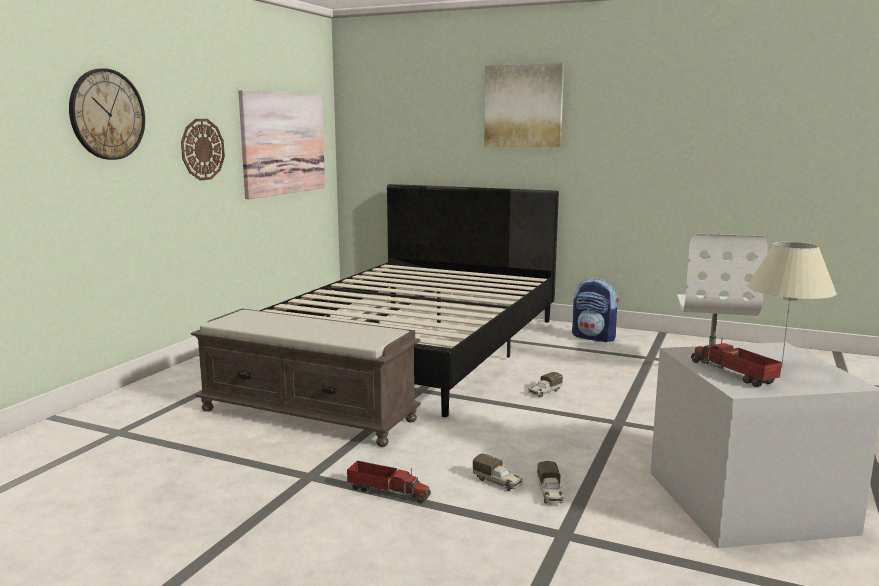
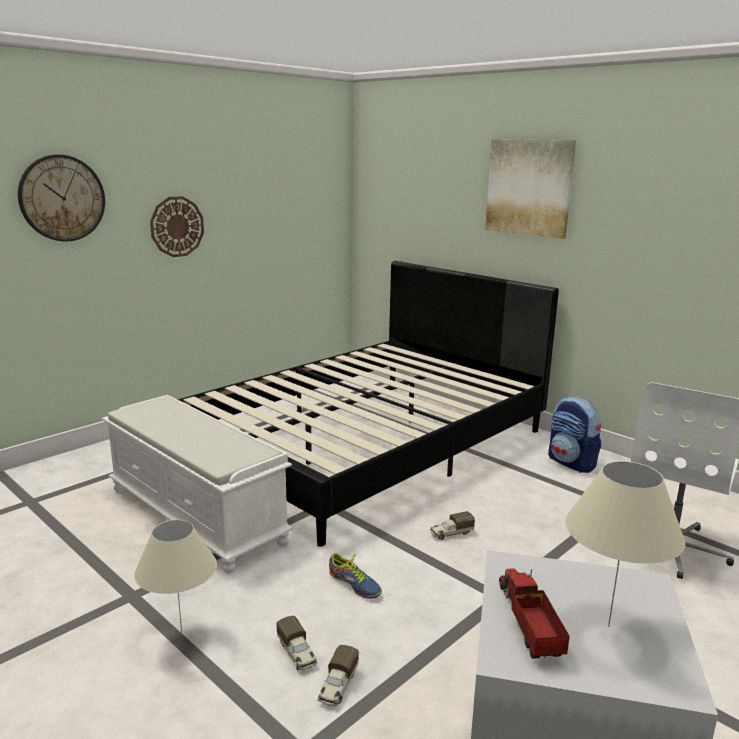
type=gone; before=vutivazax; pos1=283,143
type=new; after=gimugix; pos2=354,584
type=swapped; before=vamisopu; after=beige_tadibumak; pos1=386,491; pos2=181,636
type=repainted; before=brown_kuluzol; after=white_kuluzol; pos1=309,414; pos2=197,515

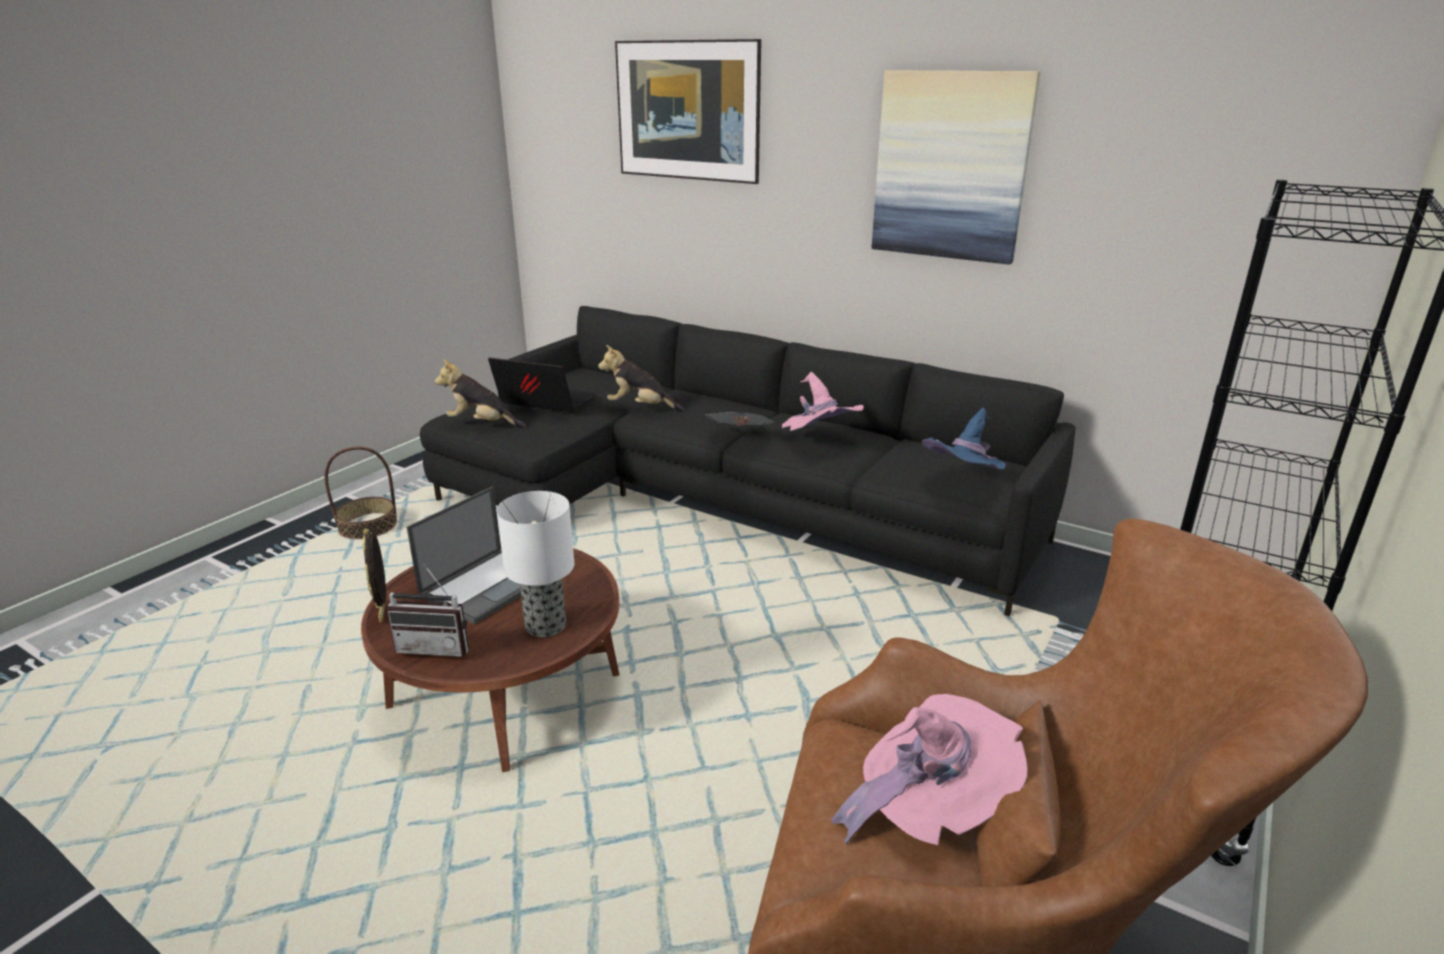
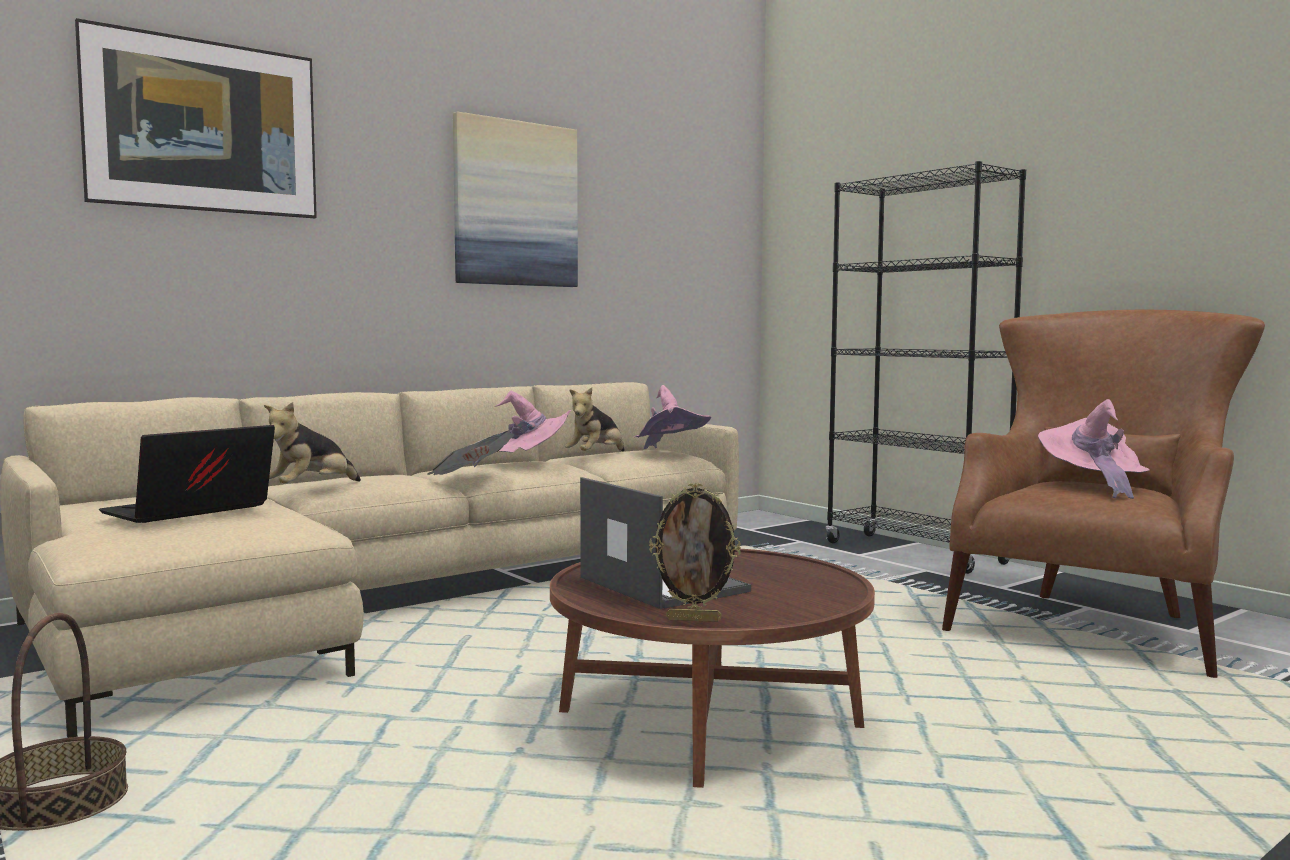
type=gone; before=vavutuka; pos1=437,646
type=gone; before=tadibumak; pos1=544,626
type=shifted; before=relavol; pos1=482,424; pos2=596,456
type=repainted; before=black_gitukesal; after=beige_gitukesal; pos1=718,501; pos2=398,597
type=repainted; before=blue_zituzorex; after=pink_zituzorex; pos1=964,483; pos2=669,454

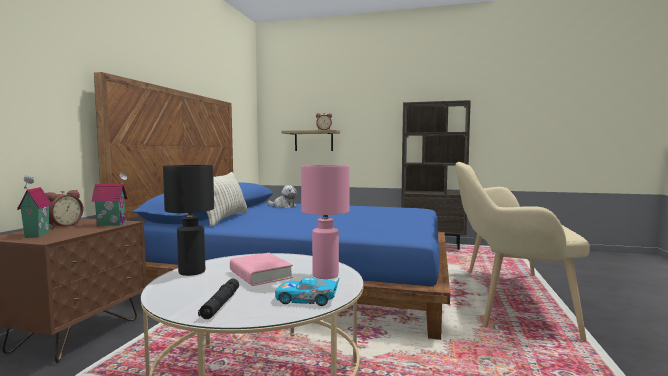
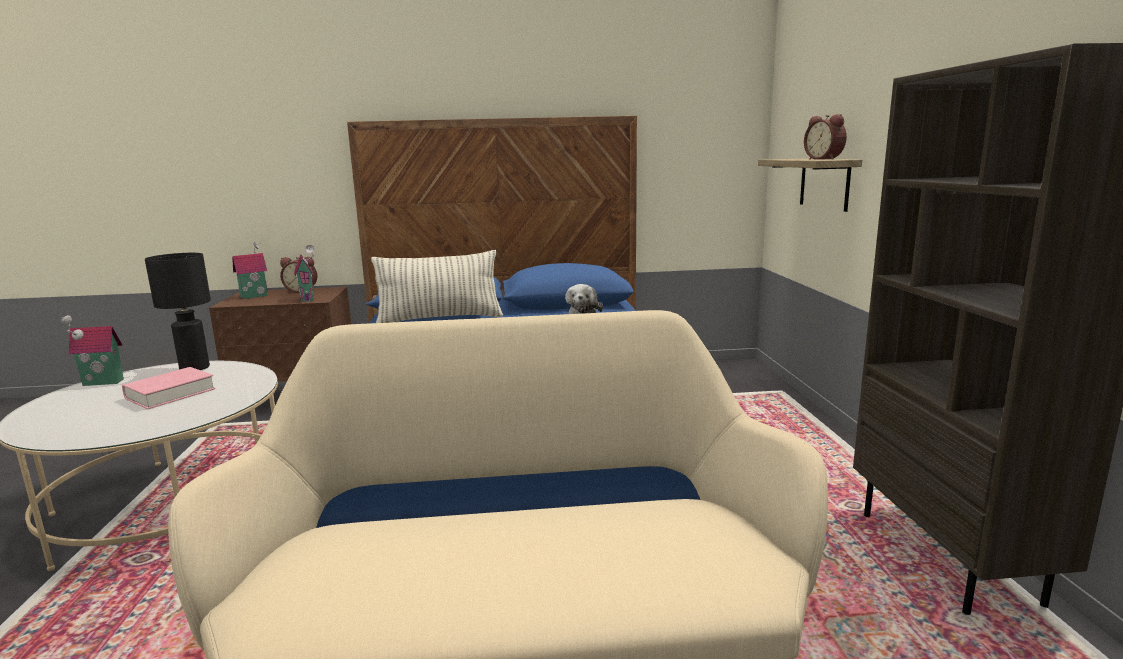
type=gone; before=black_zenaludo; pos1=220,304
type=gone; before=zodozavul; pos1=307,299
type=gone; before=pink_tadibumak; pos1=324,275
type=new; after=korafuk; pos2=101,383

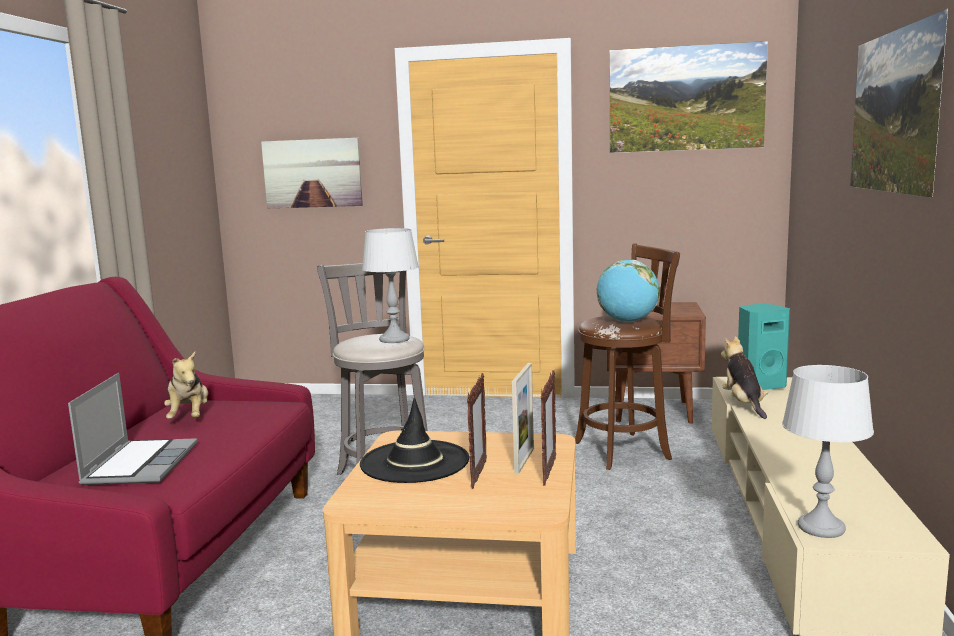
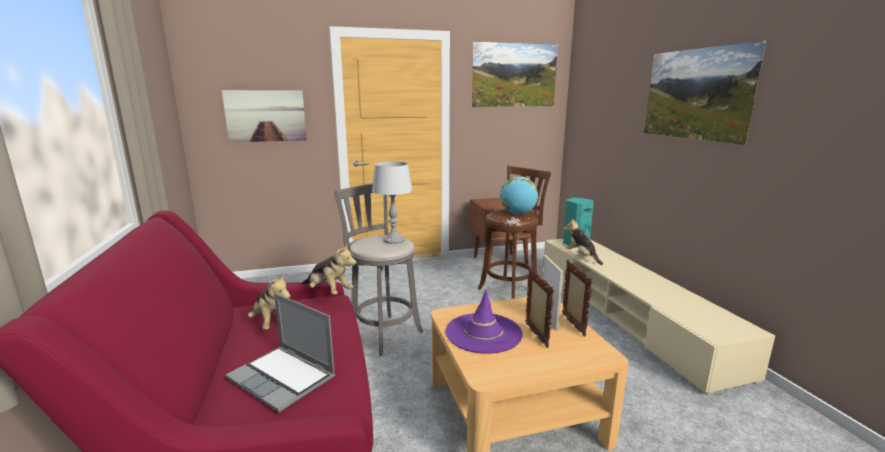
type=gone; before=grey_tadibumak; pos1=820,527
type=new; after=relavol; pos2=329,292
type=repainted; before=black_zituzorex; after=purple_zituzorex; pos1=414,462; pos2=483,333
type=rotated; before=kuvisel; pos1=140,464; pos2=283,378; turn=150

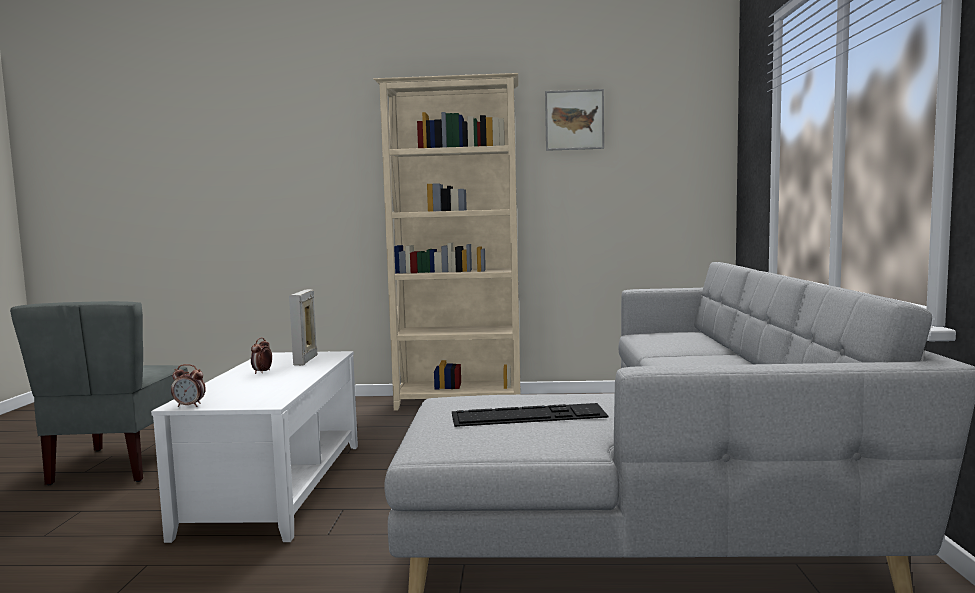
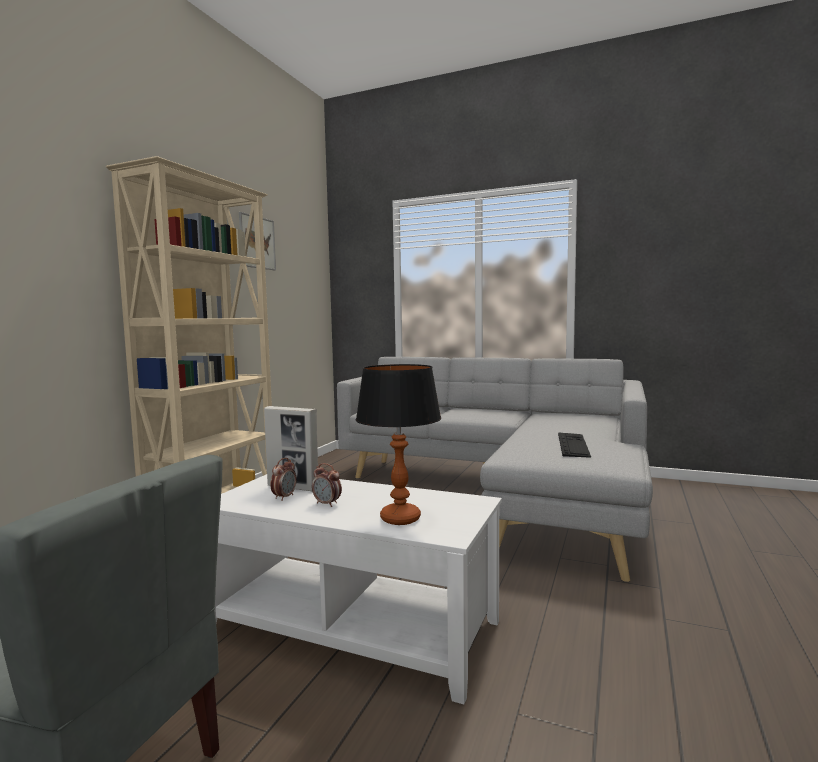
type=new; after=tadibumak; pos2=401,518
type=shifted; before=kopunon; pos1=190,406; pos2=284,497

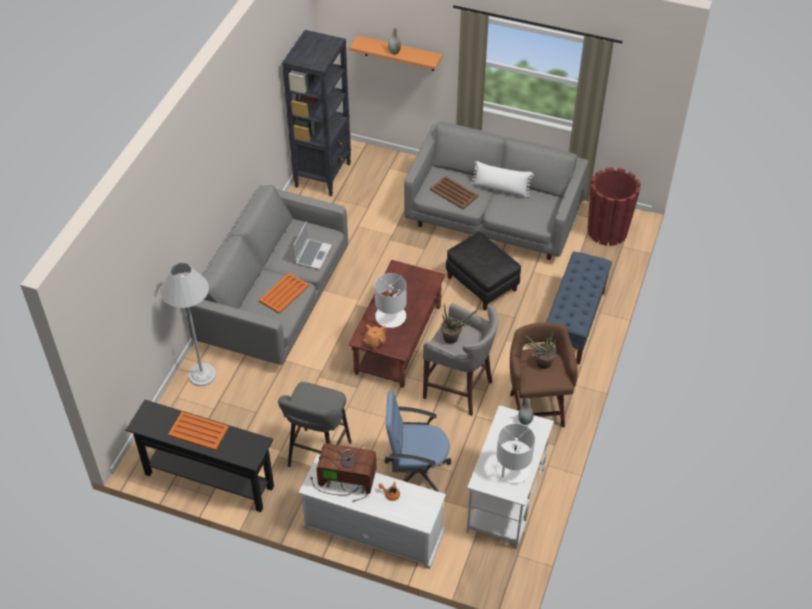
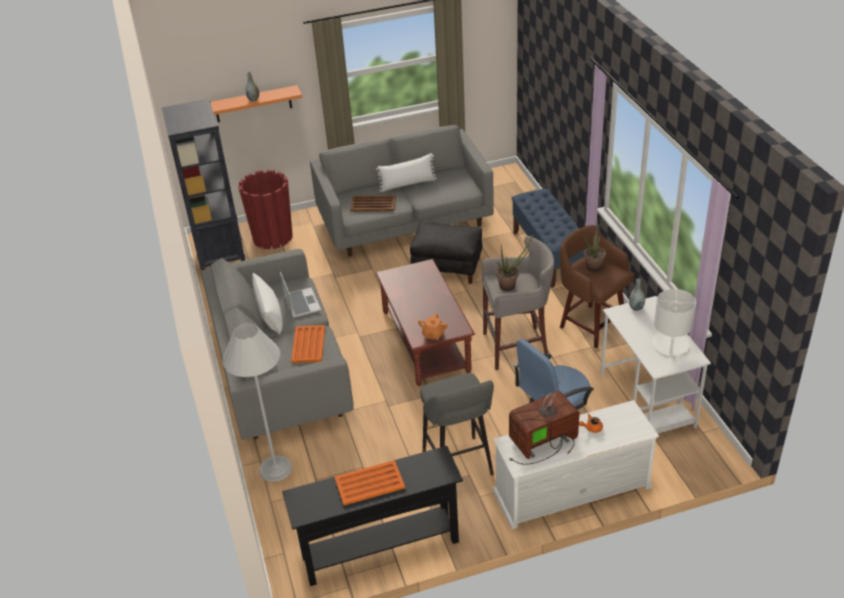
type=gone; before=white_tadibumak; pos1=391,316
type=new; after=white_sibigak; pos2=270,314
type=shifted; before=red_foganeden; pos1=607,231; pos2=272,237

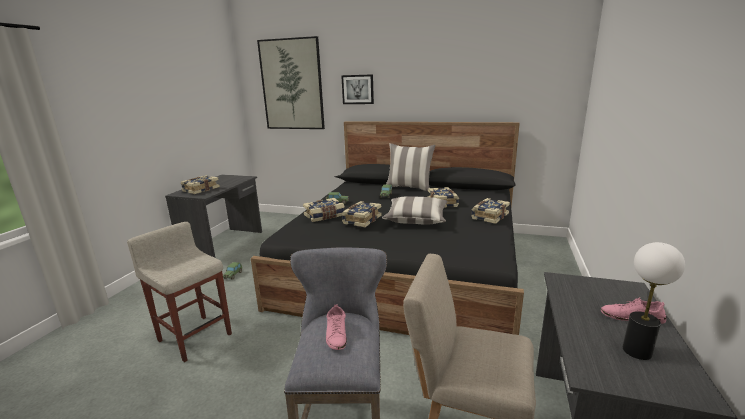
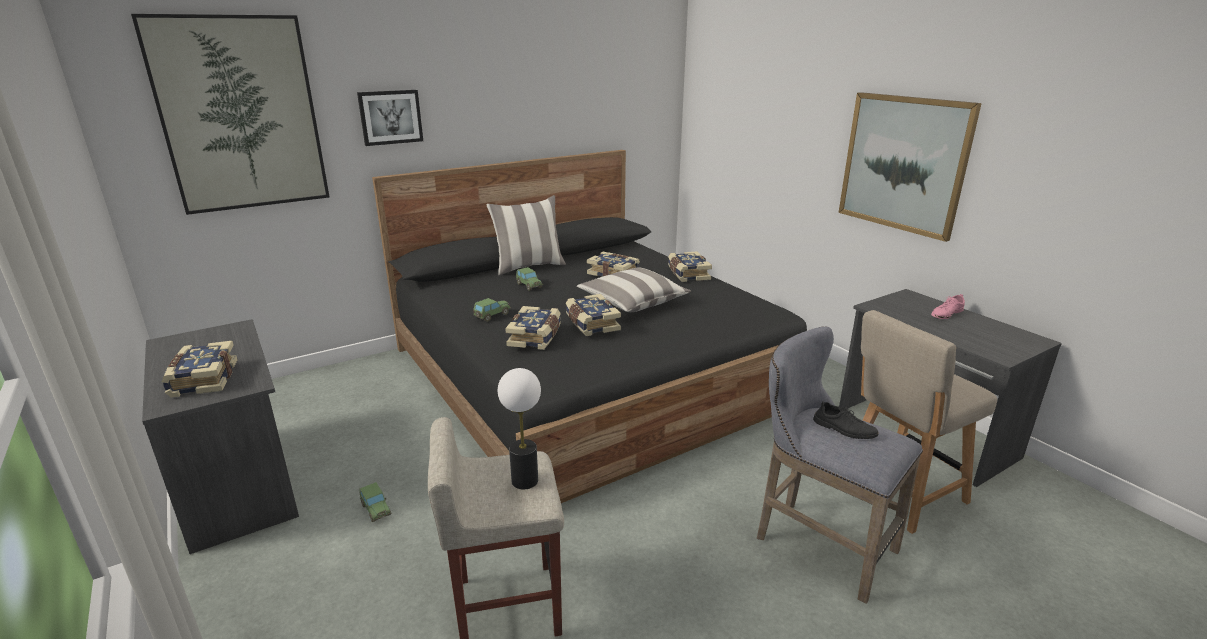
type=new; after=vutivazax; pos2=903,163
type=shifted; before=tadibumak; pos1=637,351; pos2=525,480
type=repainted; before=pink_gimugix; after=black_gimugix; pos1=336,334; pos2=844,429

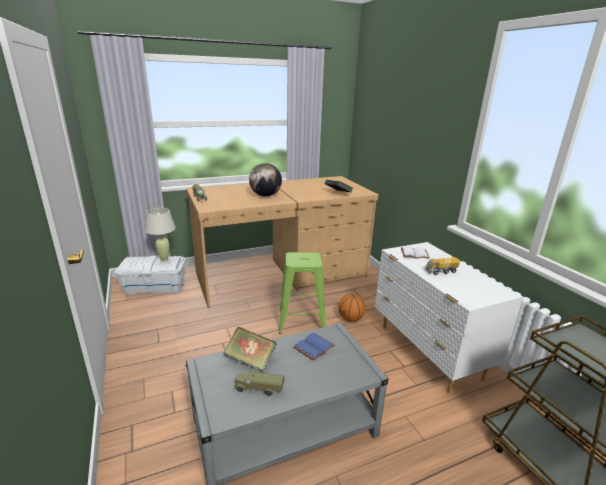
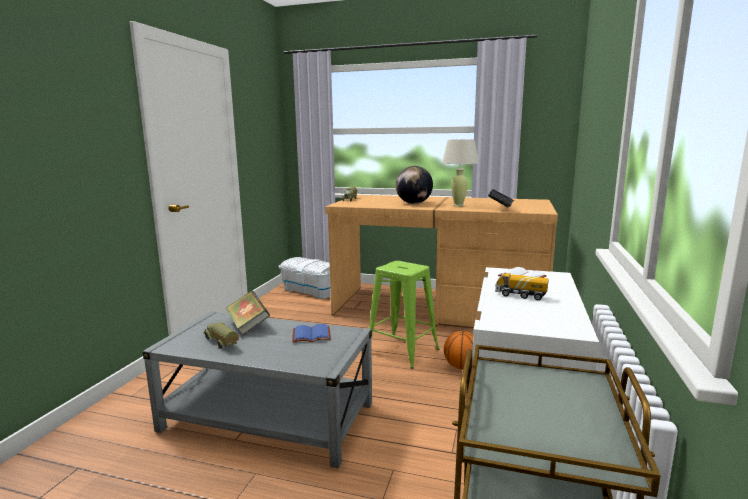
type=shifted; before=beige_tadibumak; pos1=164,260; pos2=458,205

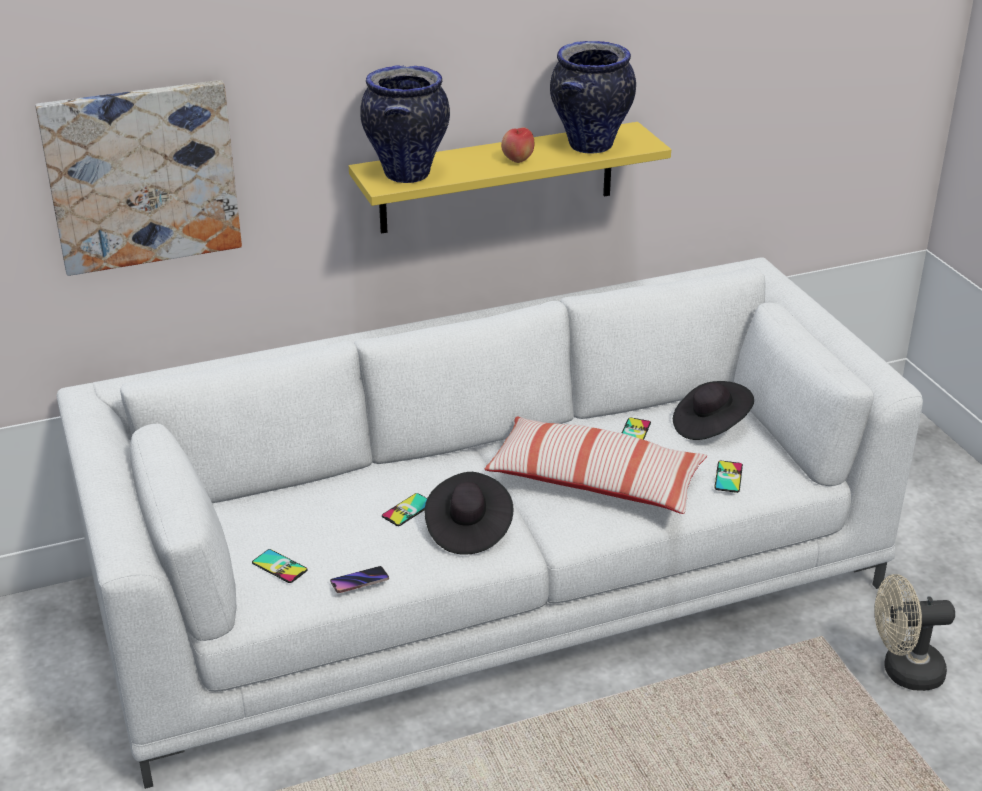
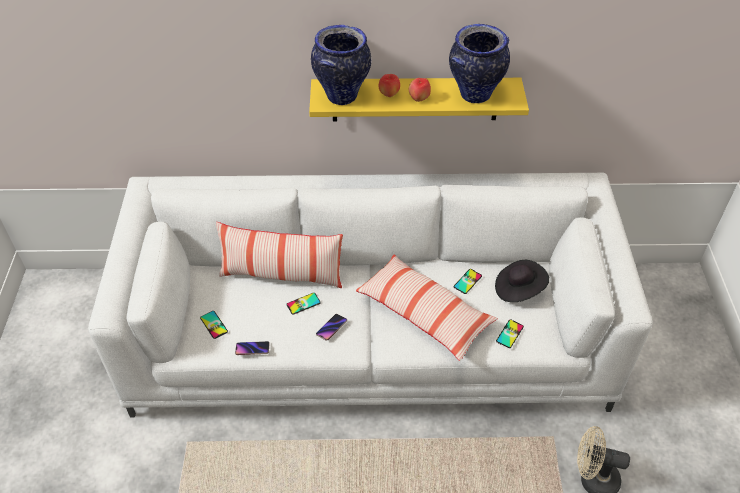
type=gone; before=vutivazax; pos1=142,176
type=new; after=sibigak; pos2=281,275
type=new; after=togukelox; pos2=389,94
type=swapped; before=black_zituzorex; after=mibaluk; pos1=468,529; pos2=331,328

